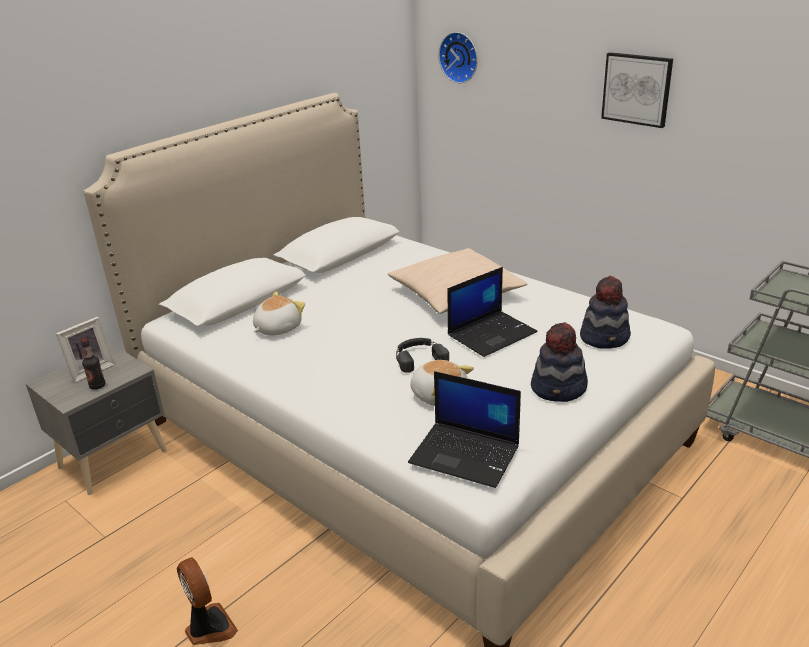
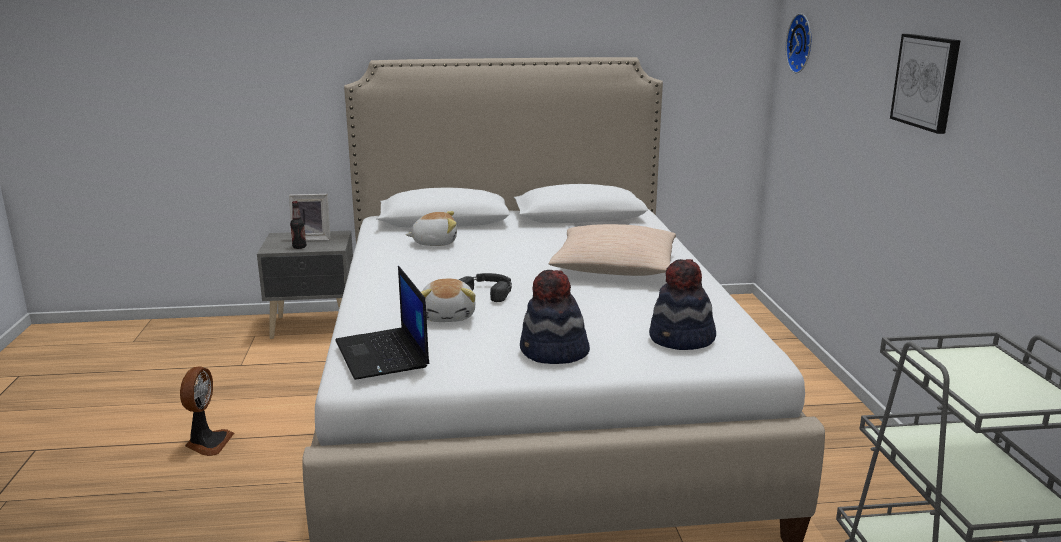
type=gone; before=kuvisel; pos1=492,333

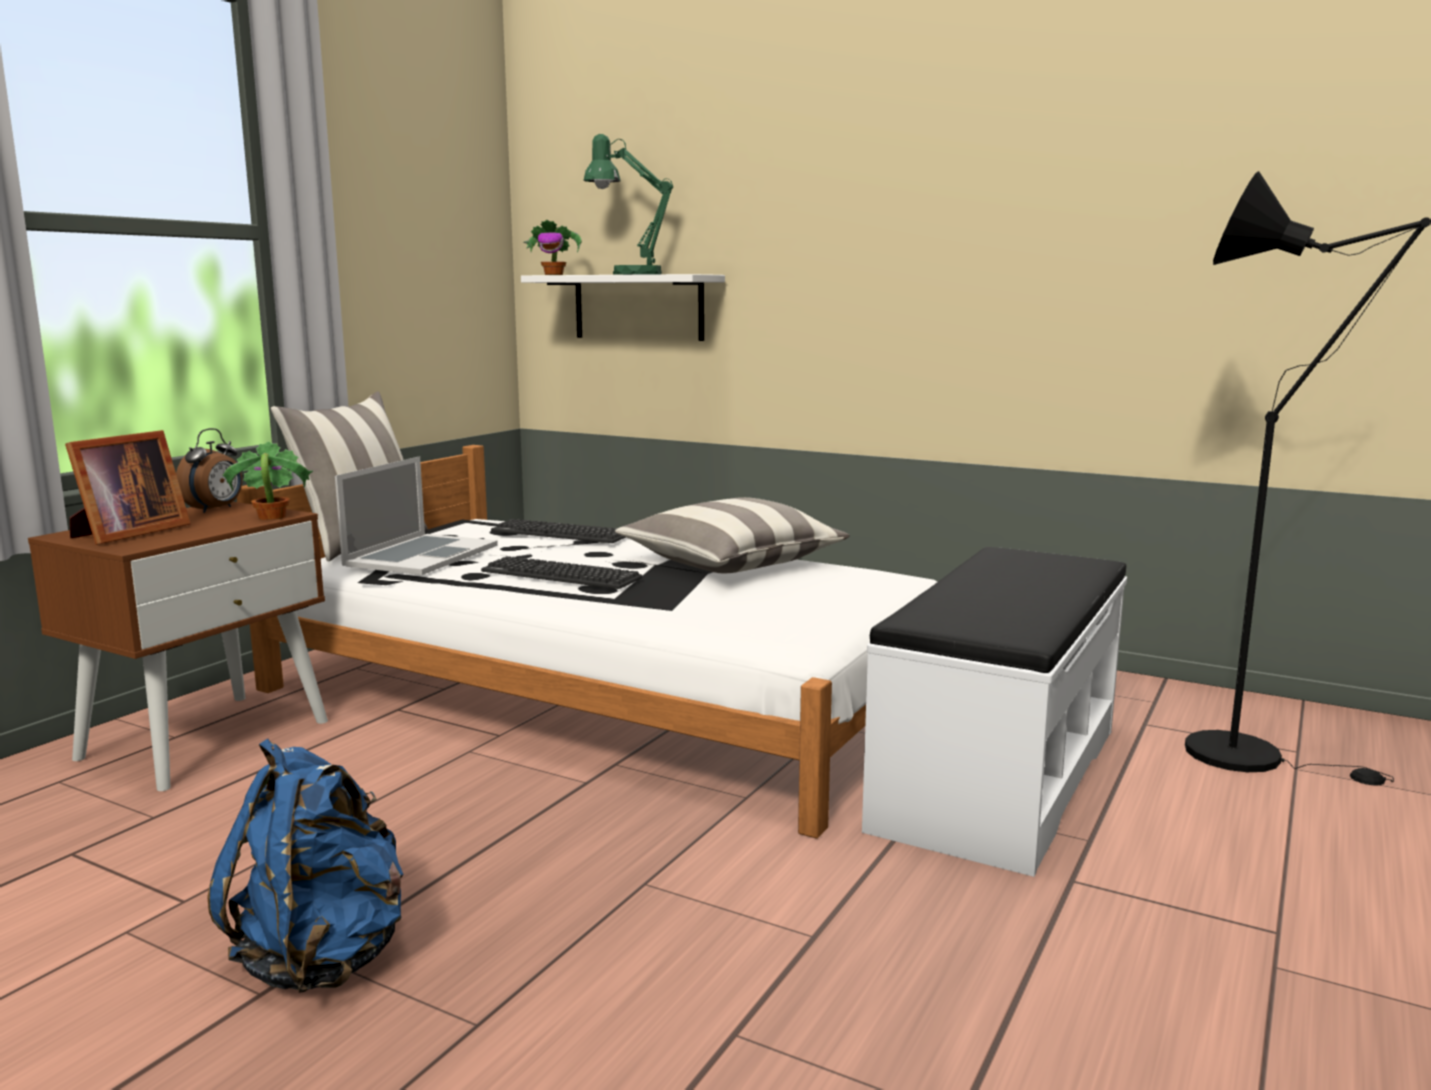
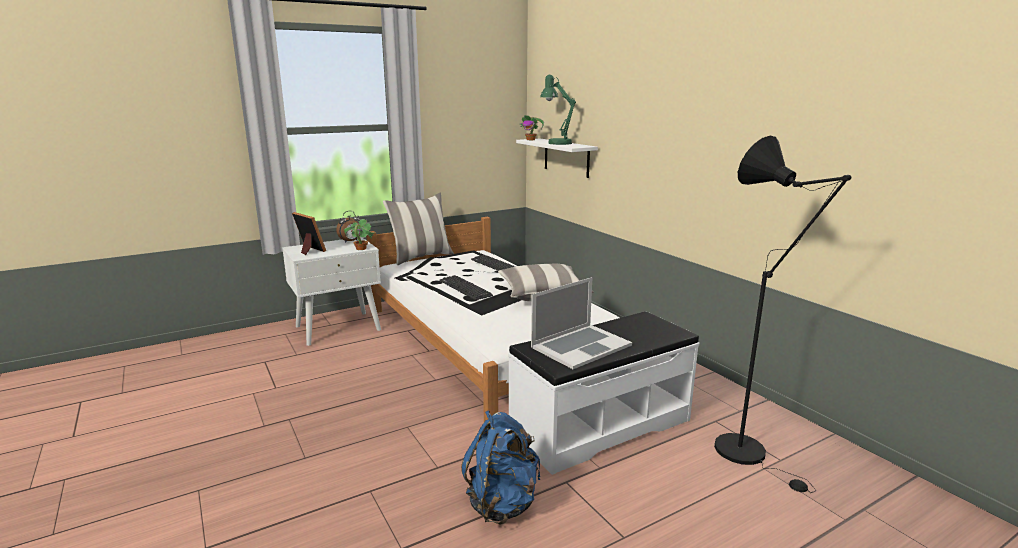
type=shifted; before=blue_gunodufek; pos1=324,957; pos2=503,503
type=shifted; before=kuvisel; pos1=421,555; pos2=580,346
type=repainted; before=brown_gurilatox; after=white_gurilatox; pos1=206,738; pos2=338,328
type=rotated; before=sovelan; pos1=126,534; pos2=309,250; turn=-105

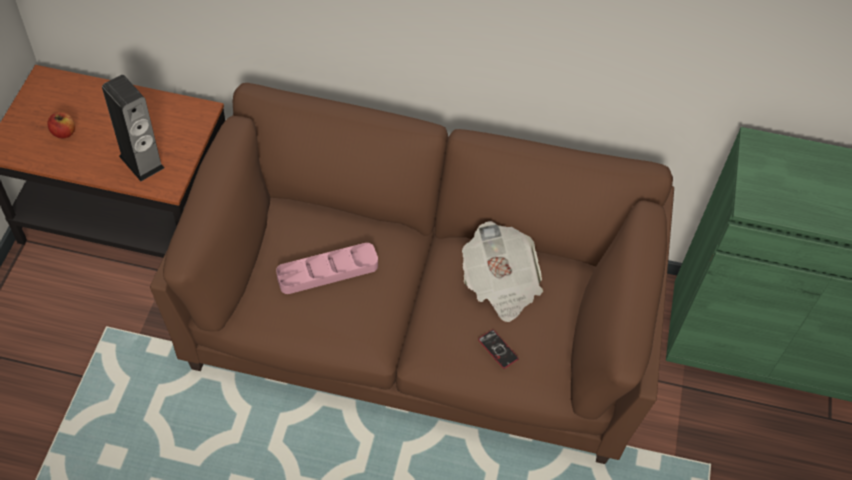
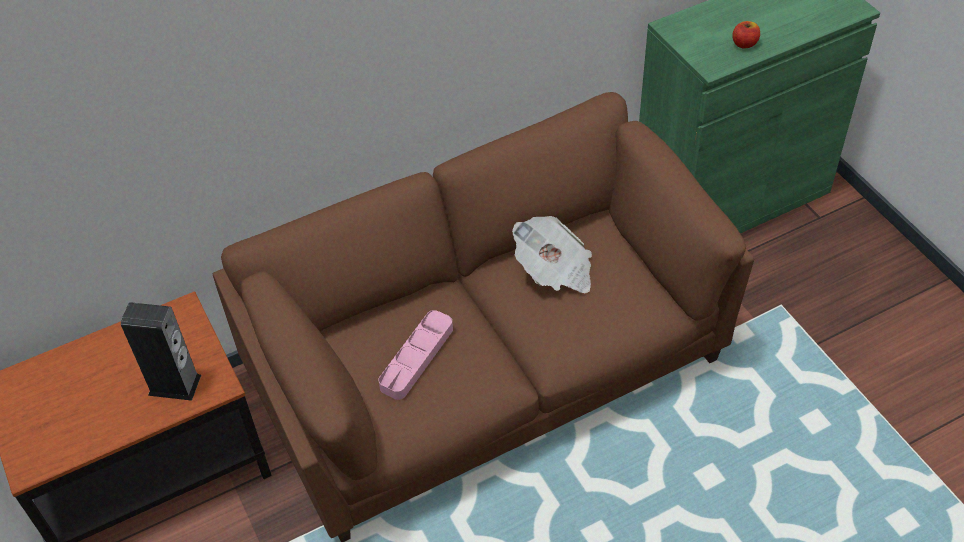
type=gone; before=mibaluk; pos1=498,349
type=shifted; before=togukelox; pos1=64,132; pos2=744,44

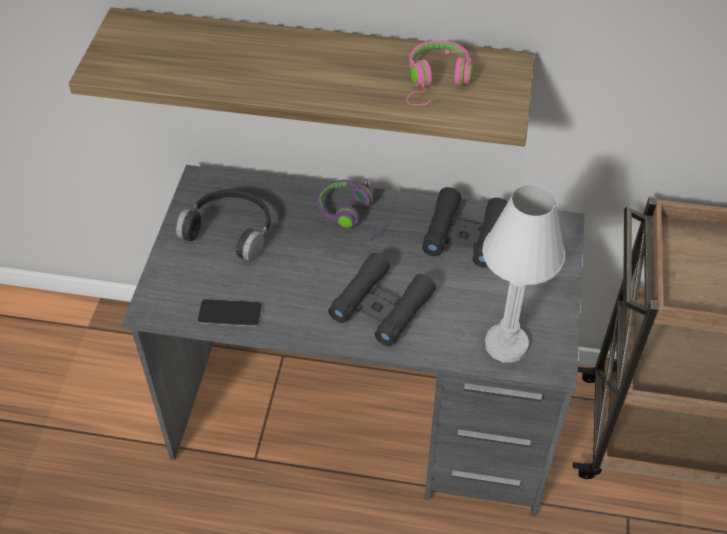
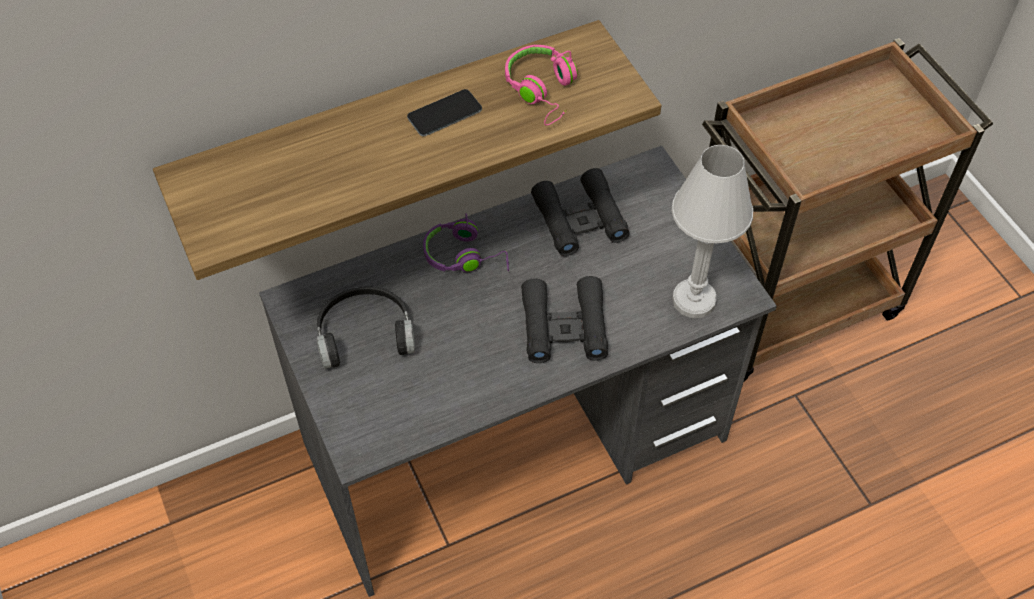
type=shifted; before=mibaluk; pos1=230,313; pos2=444,113

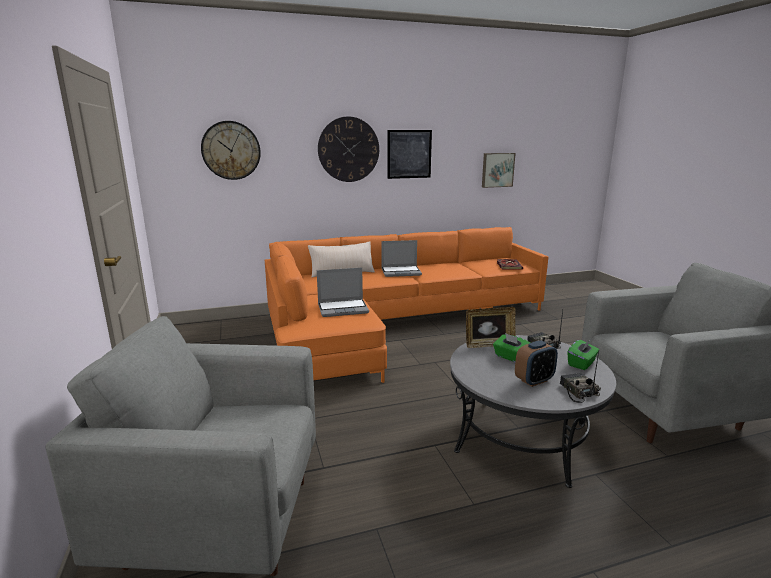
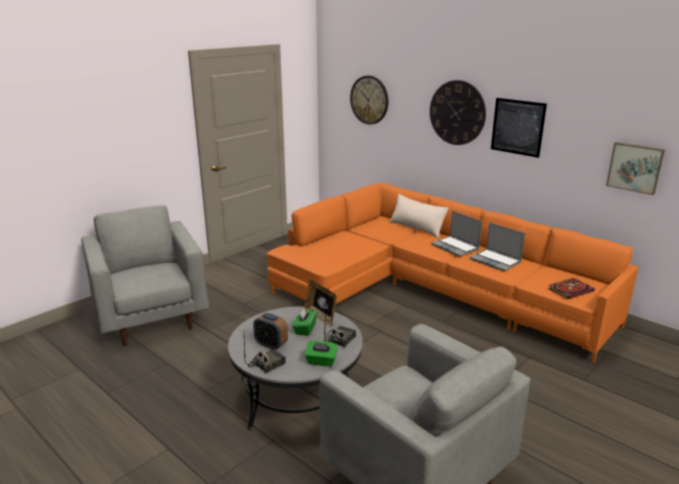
type=shifted; before=kuvisel; pos1=343,309; pos2=496,261

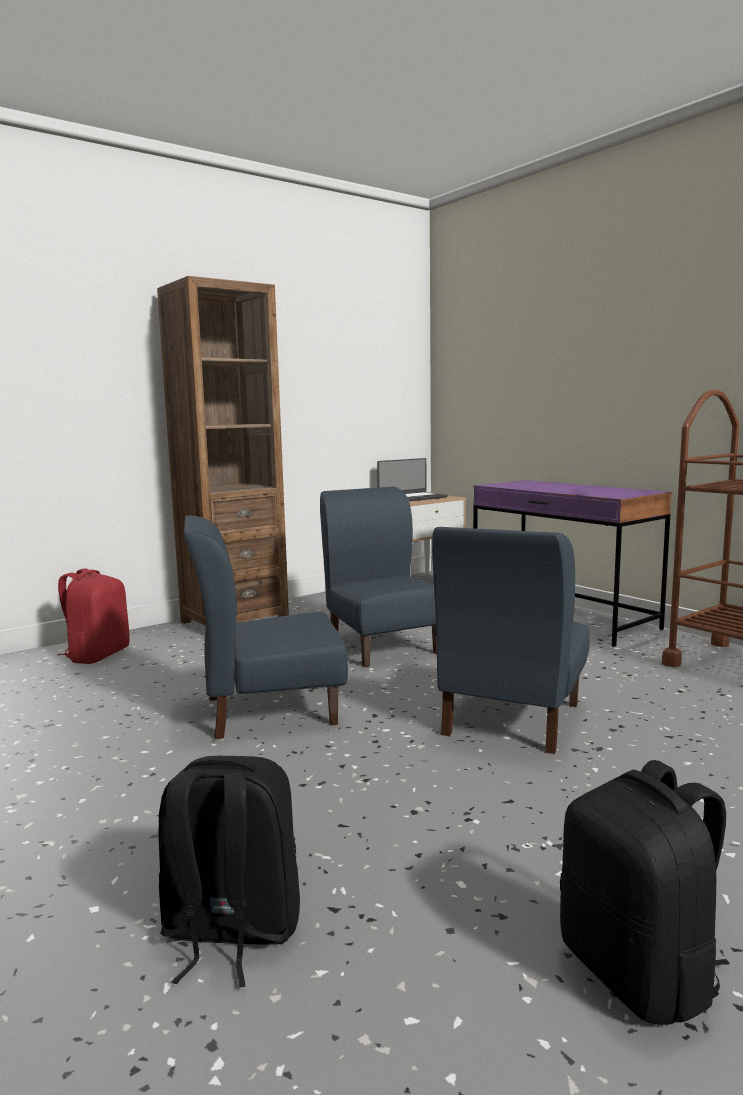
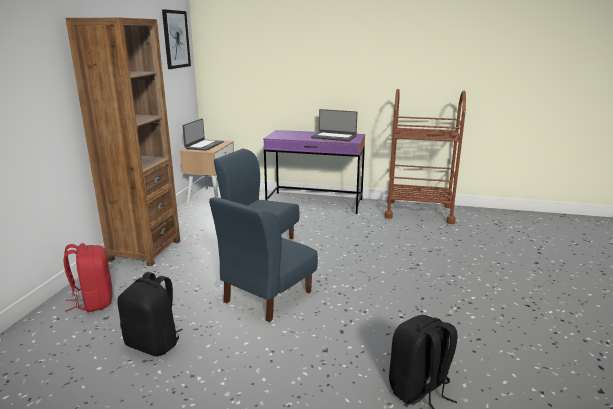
type=gone; before=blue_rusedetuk; pos1=510,719
type=new; after=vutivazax; pos2=176,39
type=new; after=kuvisel; pos2=334,137
type=shifted; before=black_gunodufek; pos1=640,973; pos2=154,344

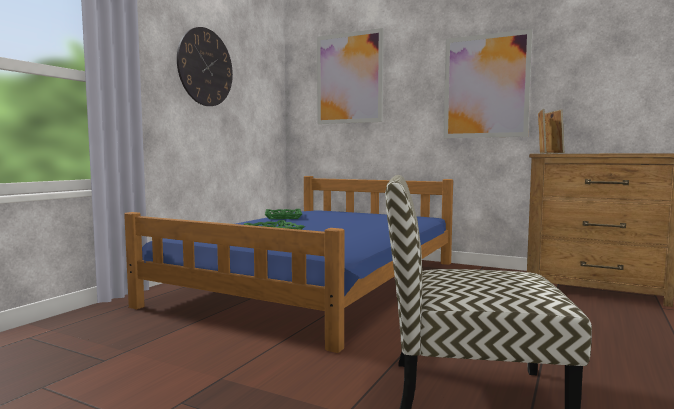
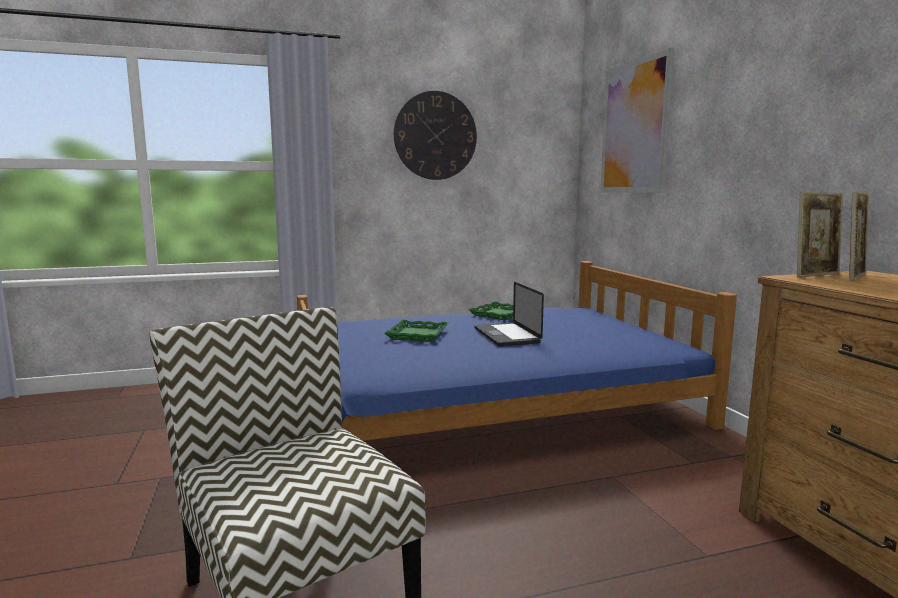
type=gone; before=vutivazax; pos1=486,86
type=new; after=kuvisel; pos2=506,335

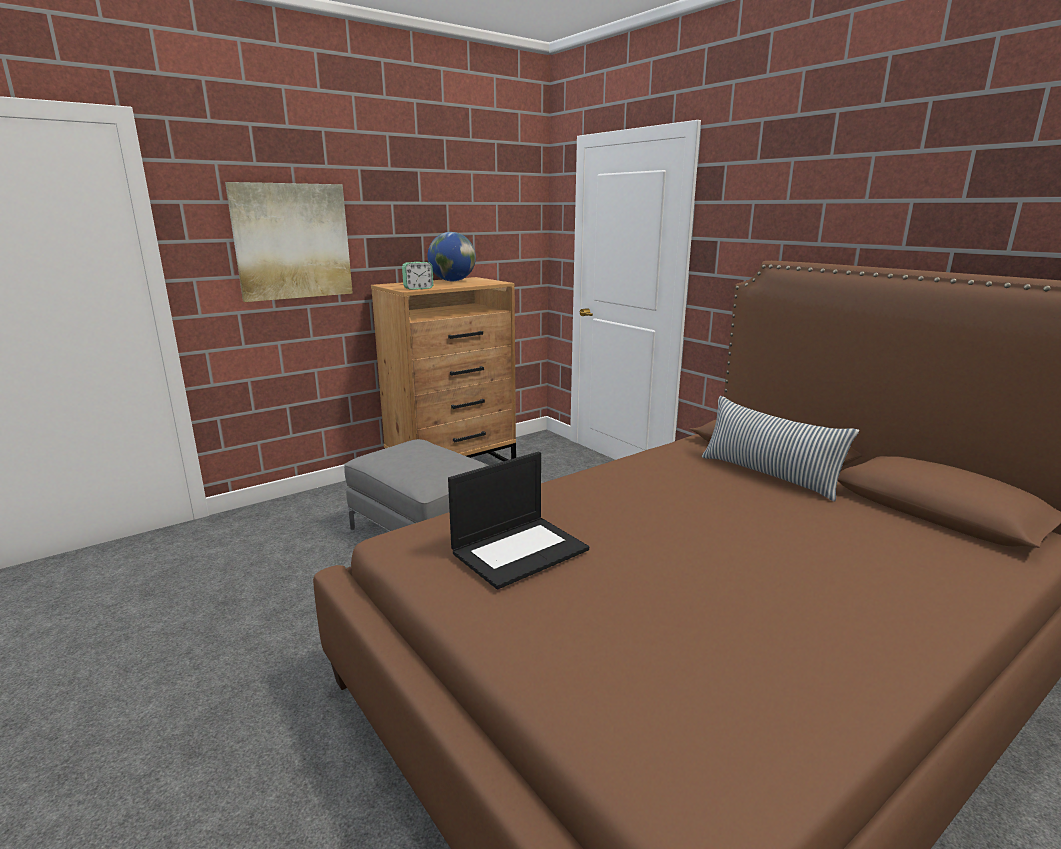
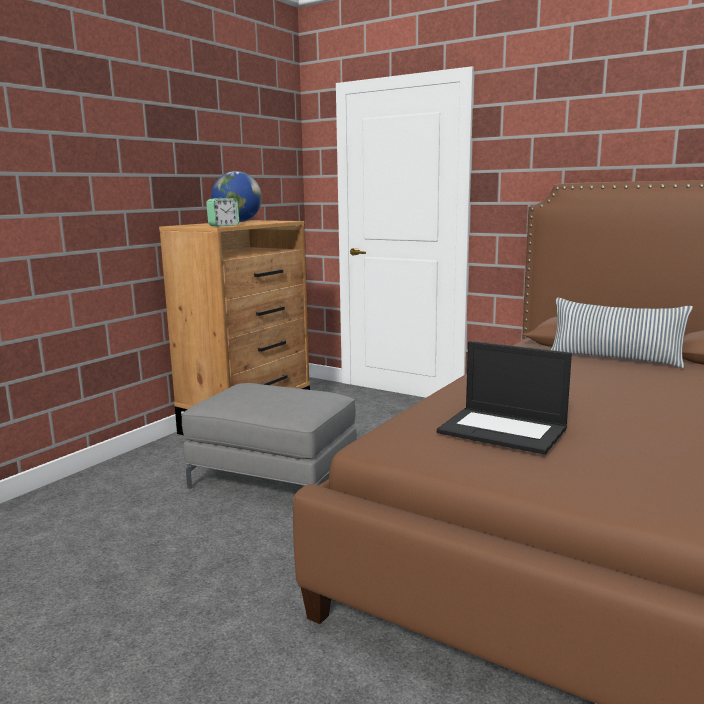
type=gone; before=vutivazax; pos1=292,241
type=rotated; before=kuvisel; pos1=520,550; pos2=504,430; turn=90

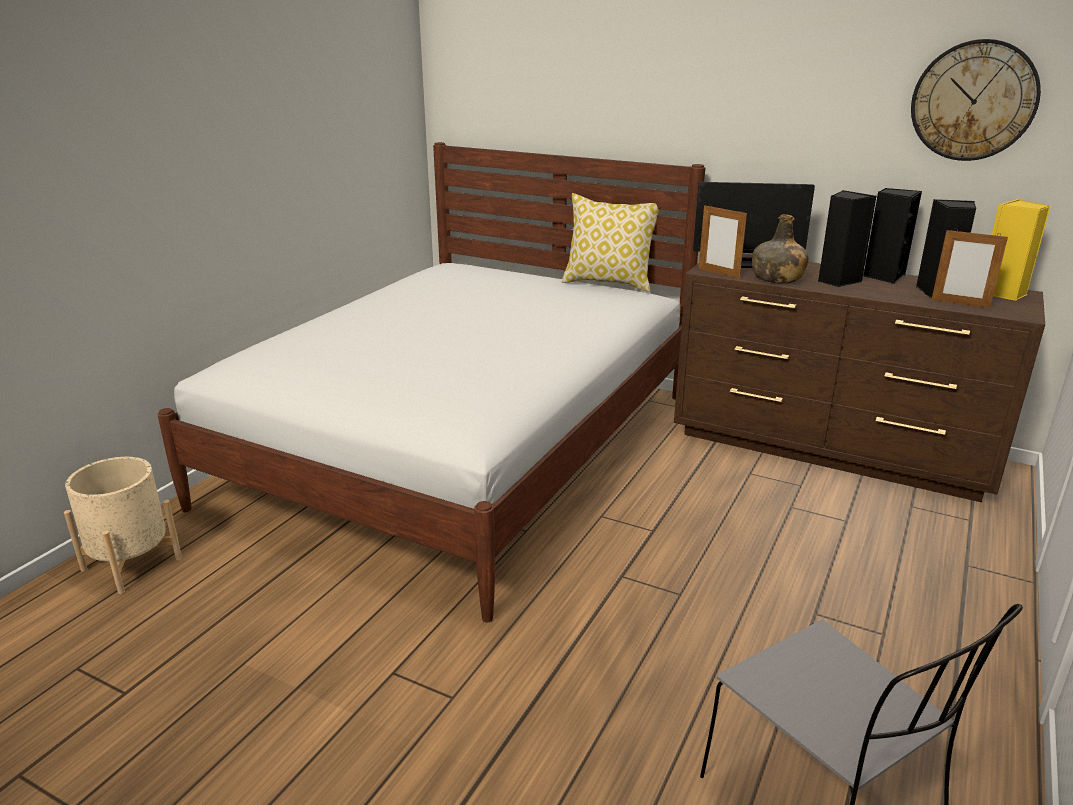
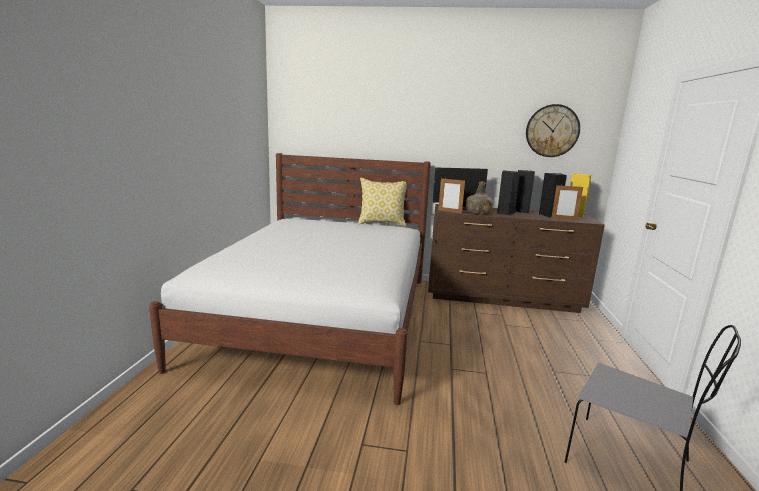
type=gone; before=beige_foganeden; pos1=132,564

